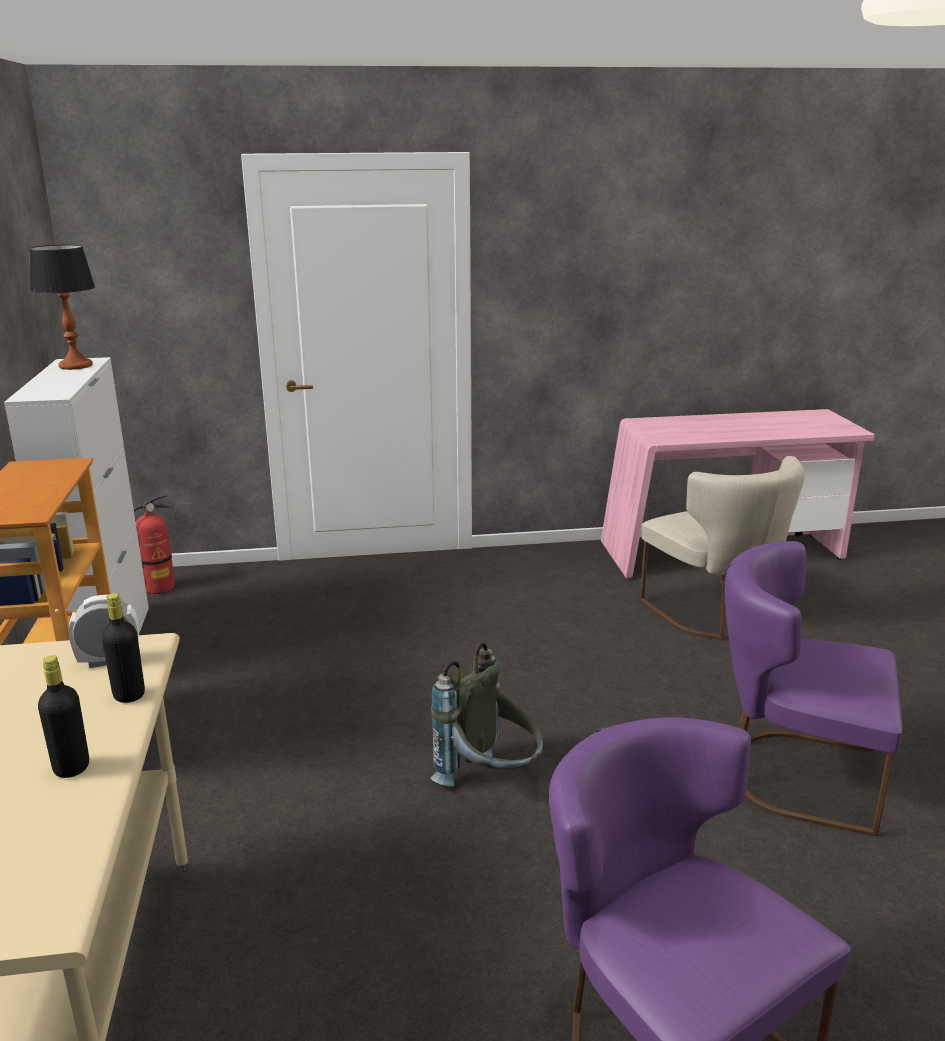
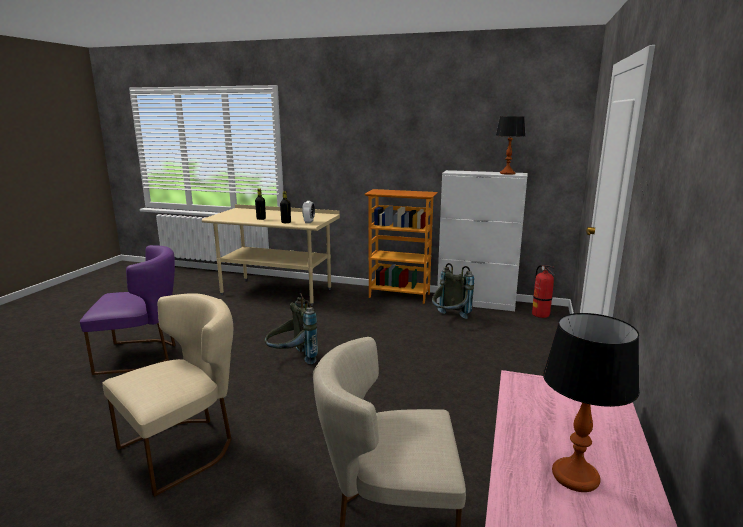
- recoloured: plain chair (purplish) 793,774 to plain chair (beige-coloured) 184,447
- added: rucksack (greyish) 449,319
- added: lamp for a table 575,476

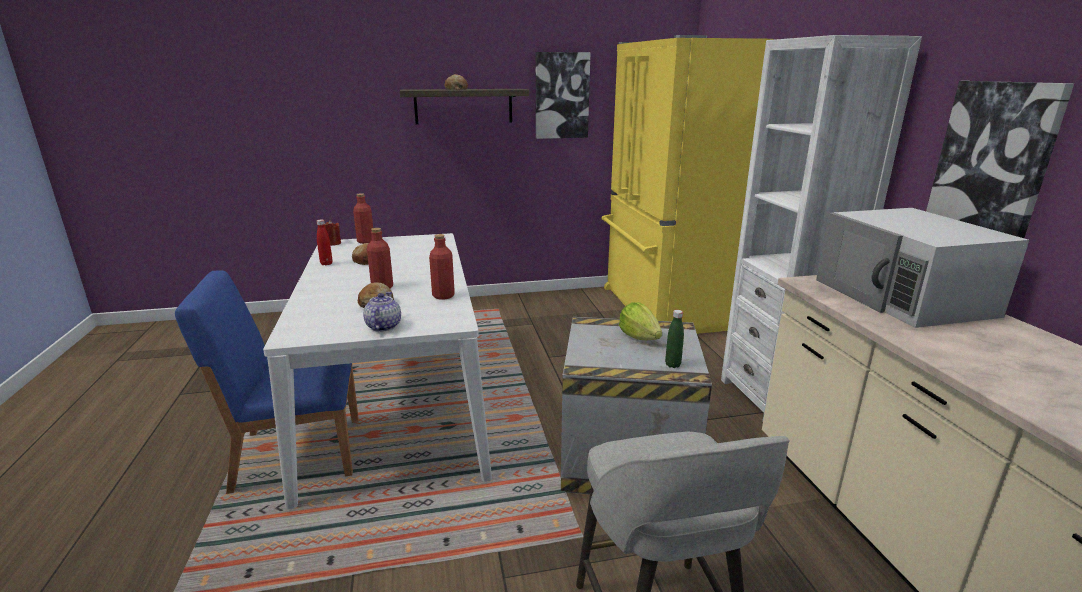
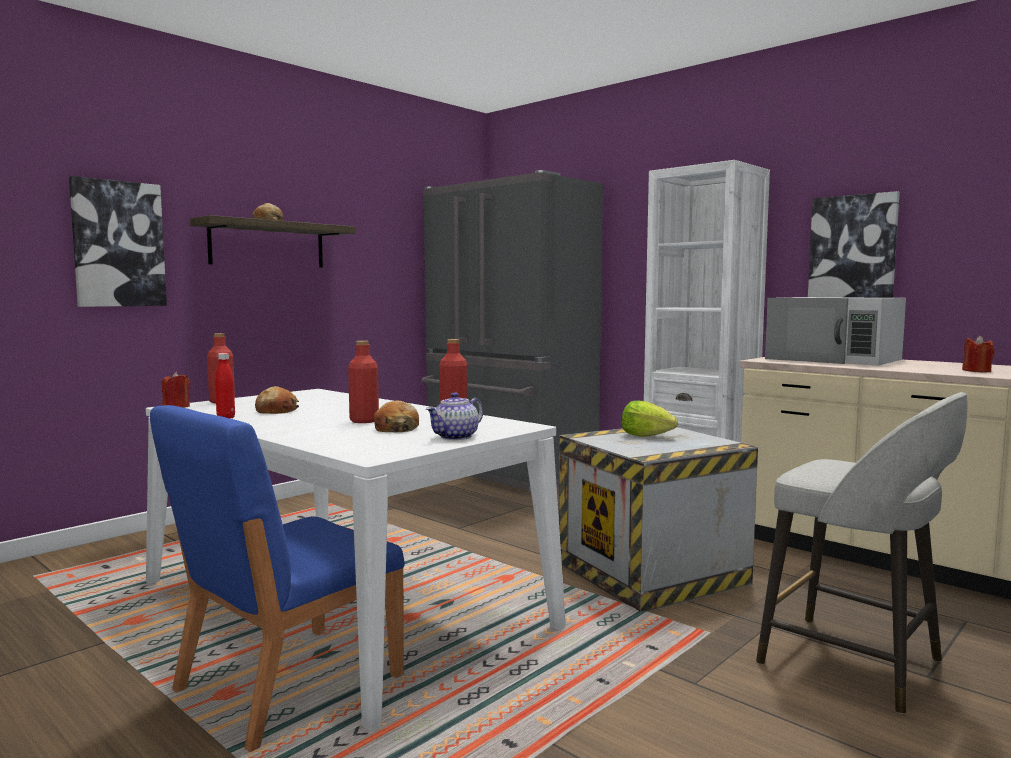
- turned: tea pot 383,326 = 455,437 105 degrees counterclockwise
- moved: picture 561,96 to 118,244
- recoloured: fridge (yellowish) 659,308 to fridge (greyish) 507,473
- removed: beverage bottle (greenish) 672,365
- added: wax candle (red) 976,371

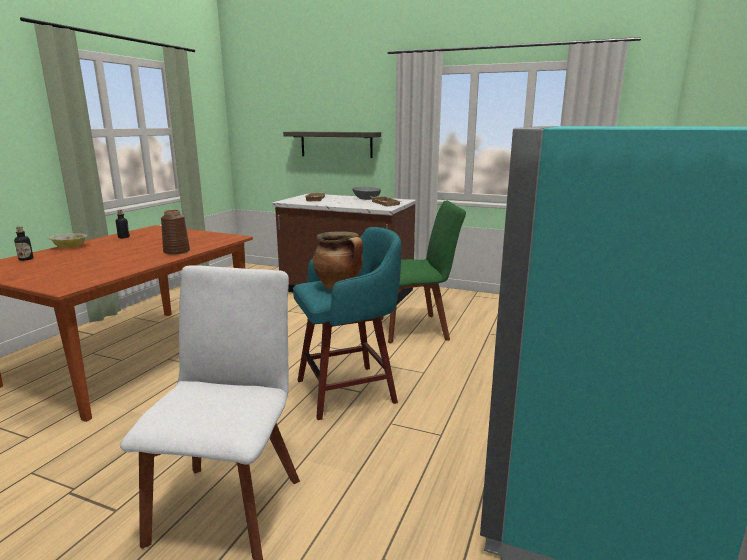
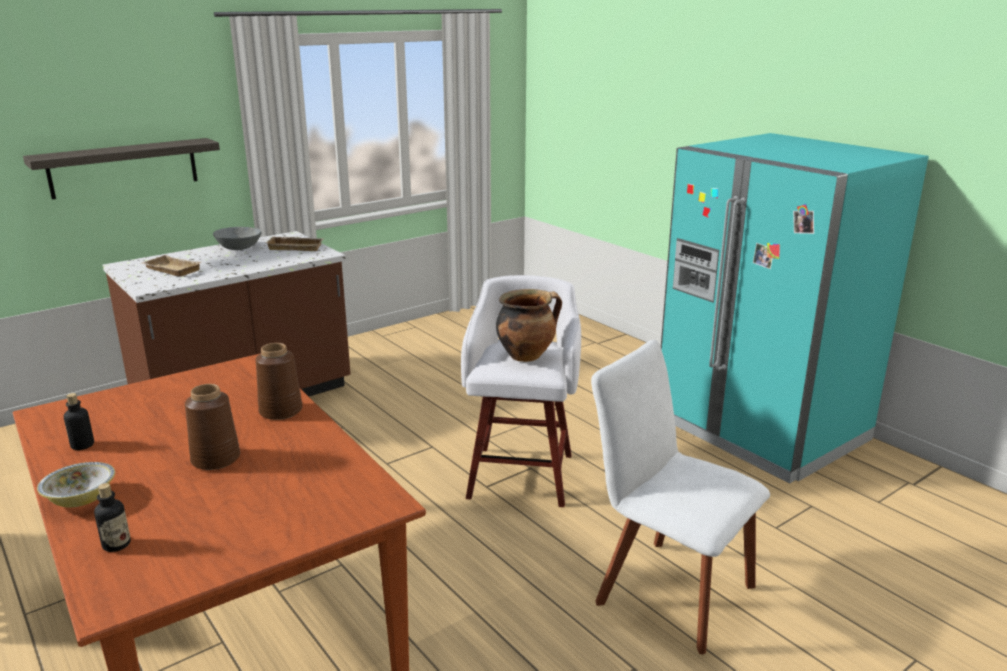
- recoloured: stool seat (blue-green) 349,390 to stool seat (white-coloured) 522,473
- removed: plain chair (greenish) 416,328
- added: flower vase (brown) 215,459

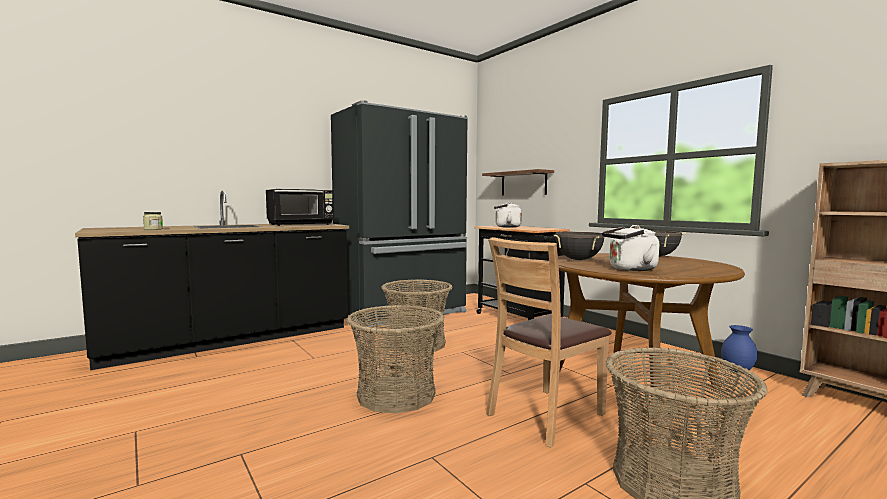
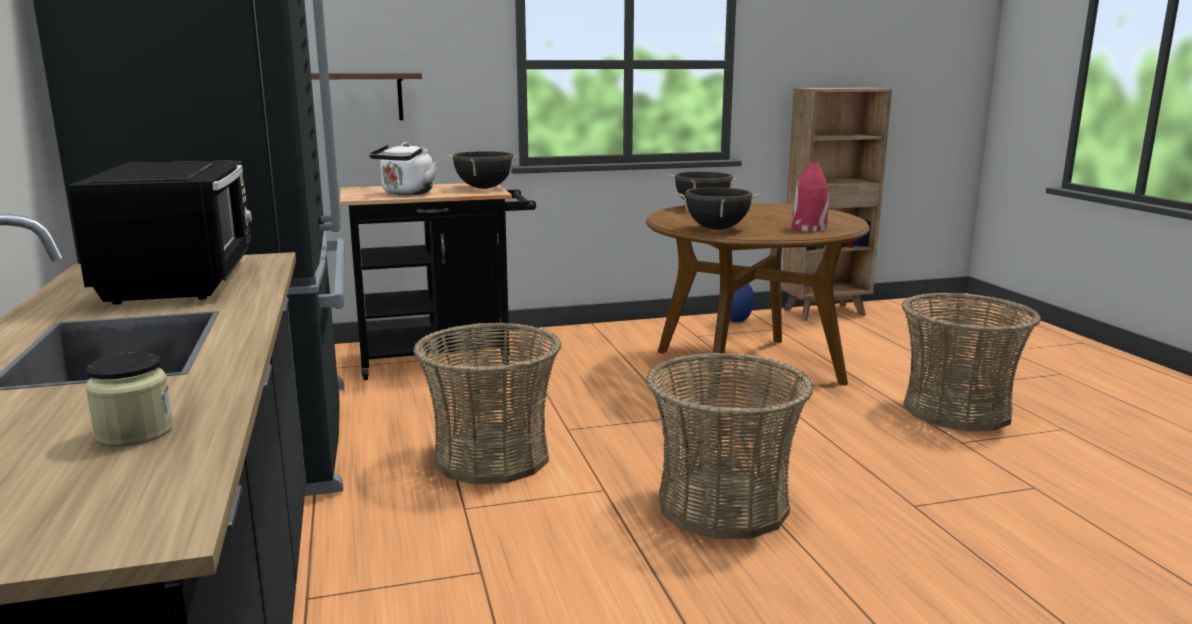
- removed: plain chair (brown) 545,415
- replaced: tea kettle (white-coloured) 630,269 to flower vase (red) 808,228
- added: saucepot (black-coloured) 484,188

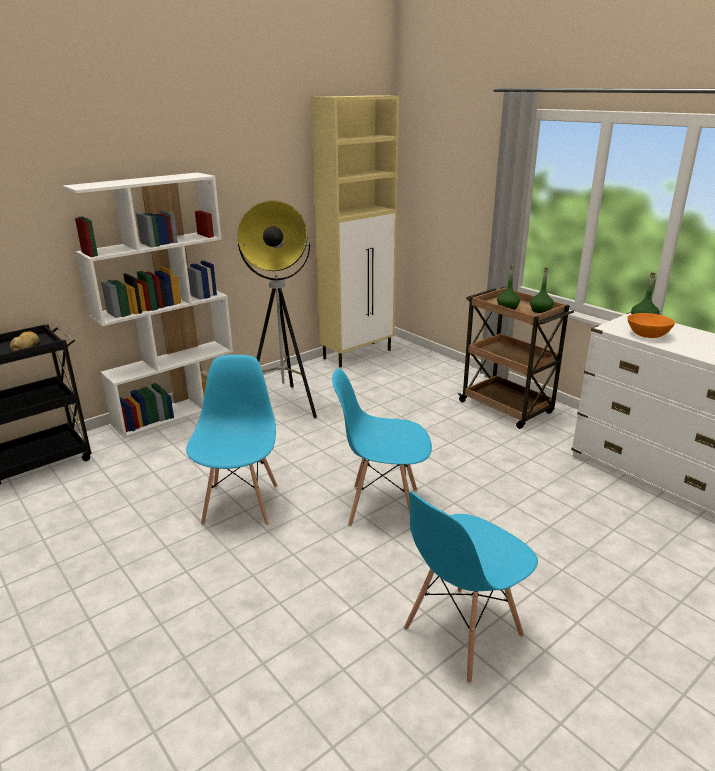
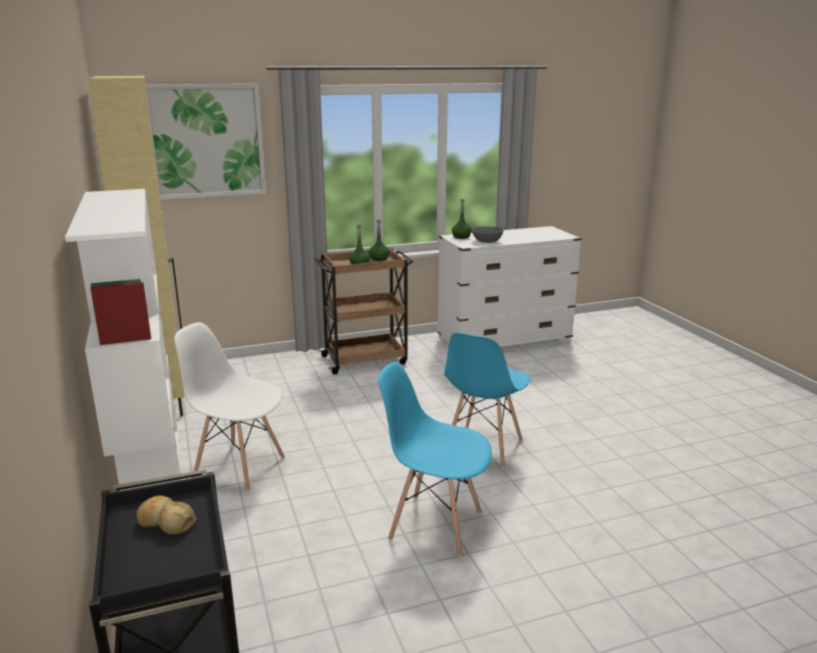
- replaced: floor lamp 285,405 to plain chair (white-coloured) 239,466
- removed: plain chair (bluish) 462,632
- recoloured: deep dish (orange-coloured) 647,334 to deep dish (greyish) 487,241
- added: picture 207,141

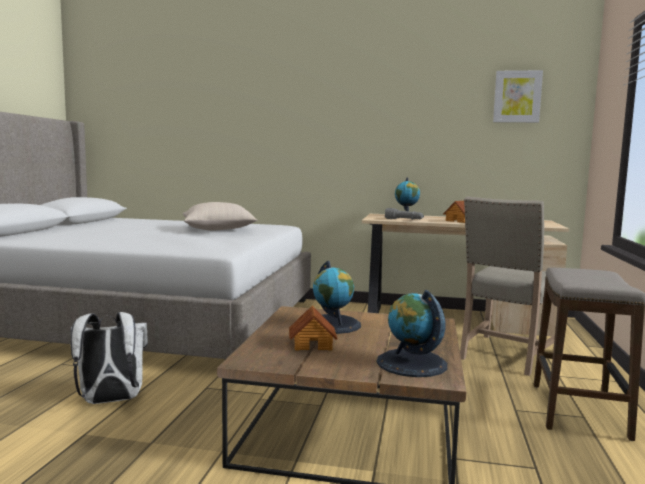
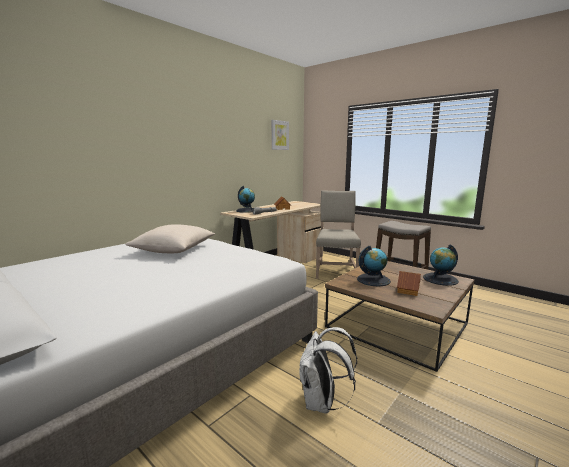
- turned: plain chair (beige-coloured) 507,355 = 336,271 150 degrees counterclockwise

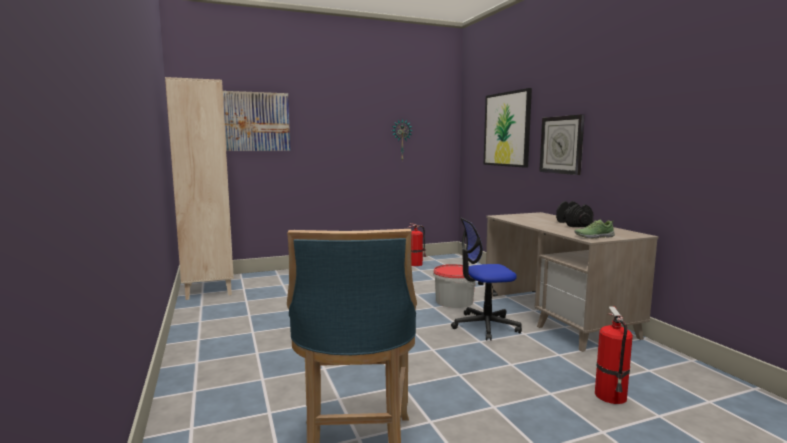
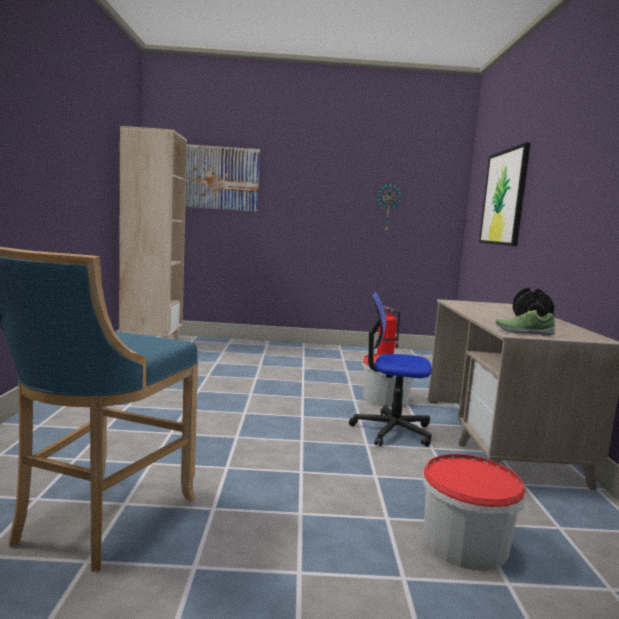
- removed: hanging clock 561,145
- replaced: fire extinguisher 611,396 to bucket 465,543

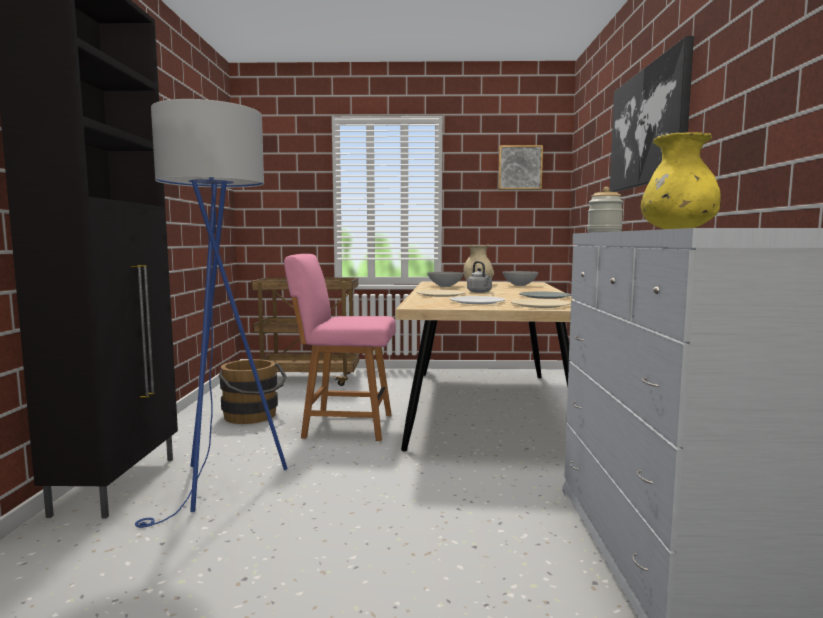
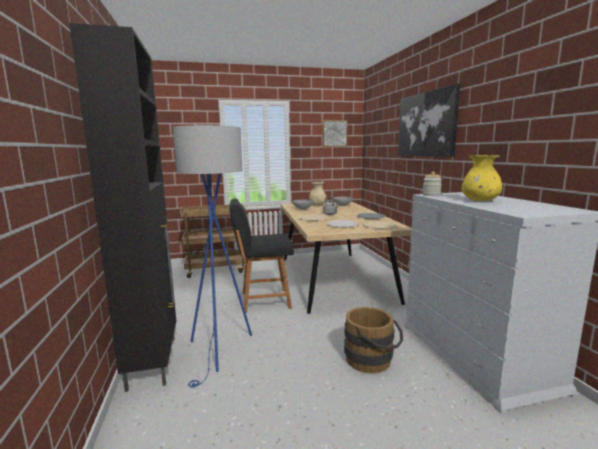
- moved: bucket (brown) 253,417 to 372,361
- recoloured: plain chair (pink) 344,425 to plain chair (black-coloured) 263,300

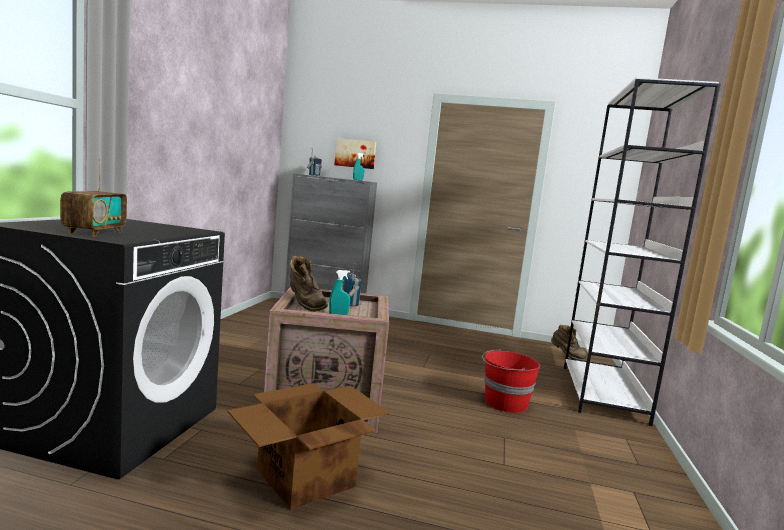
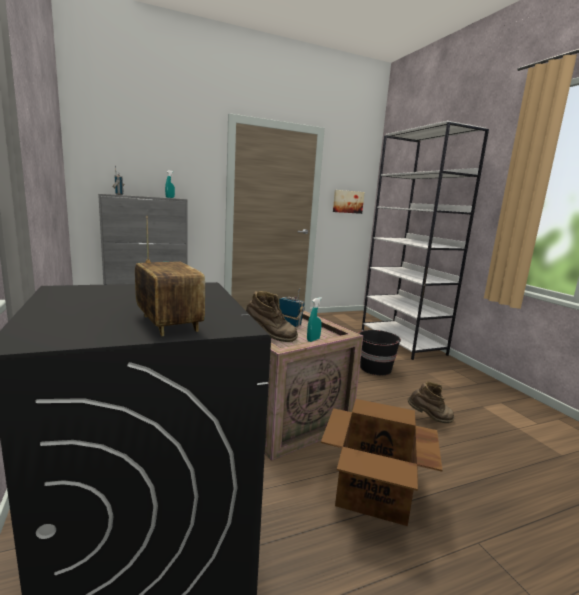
- moved: picture 355,153 to 347,201
- recoloured: bucket (red) 504,403 to bucket (black-coloured) 375,368
- moved: high-top boot (brown) 567,356 to 429,419

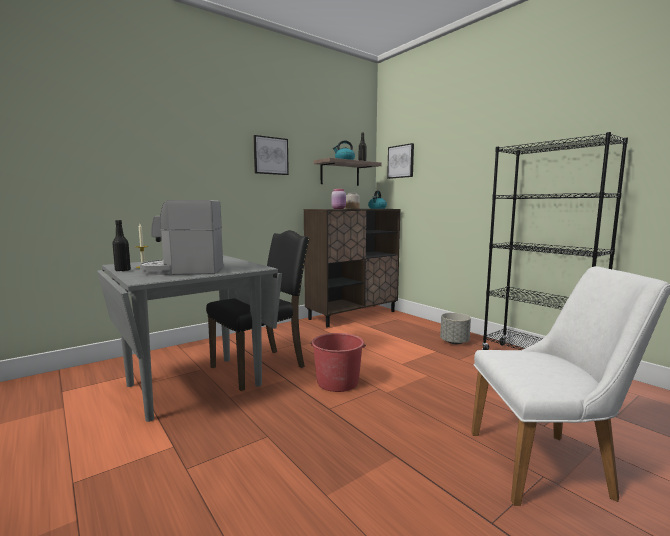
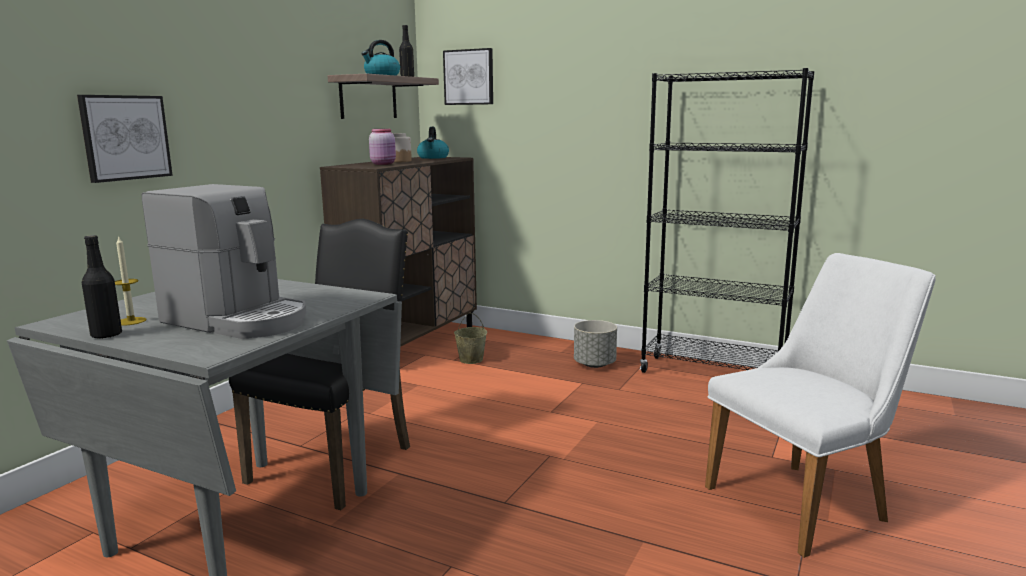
- turned: coffee maker 183,271 = 238,320 120 degrees counterclockwise
- moved: picture 270,156 to 125,137
- removed: bucket (red) 337,382
- added: bucket (beige-coloured) 471,359

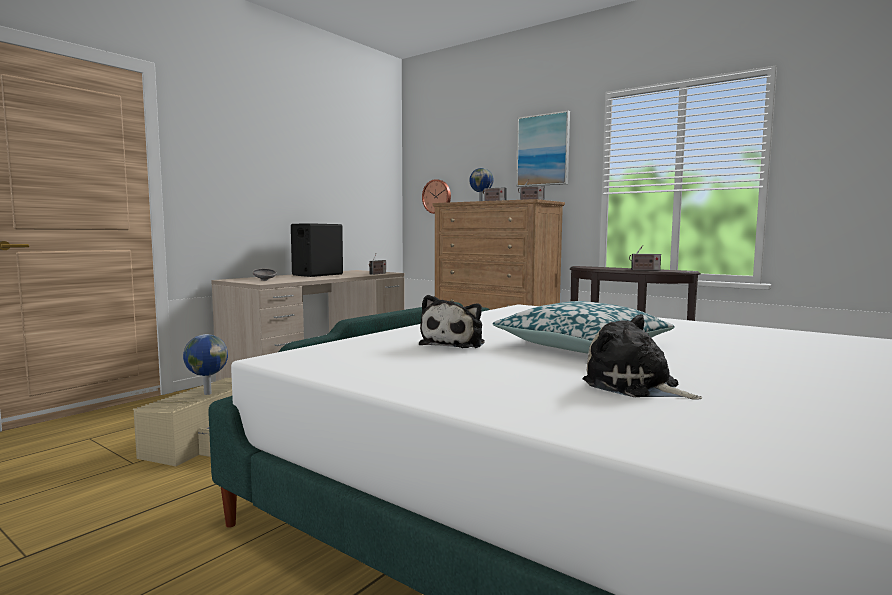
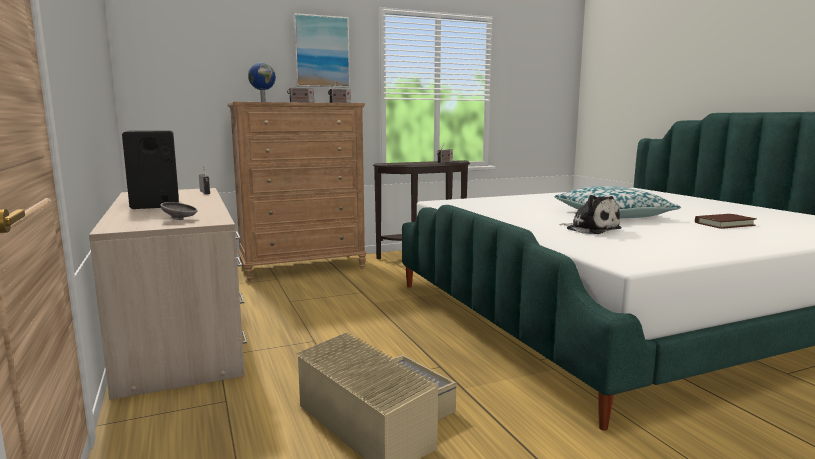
- removed: globe 207,393
- removed: hanging clock 437,196
- replaced: plush toy 635,386 to bound book (brown) 724,224

